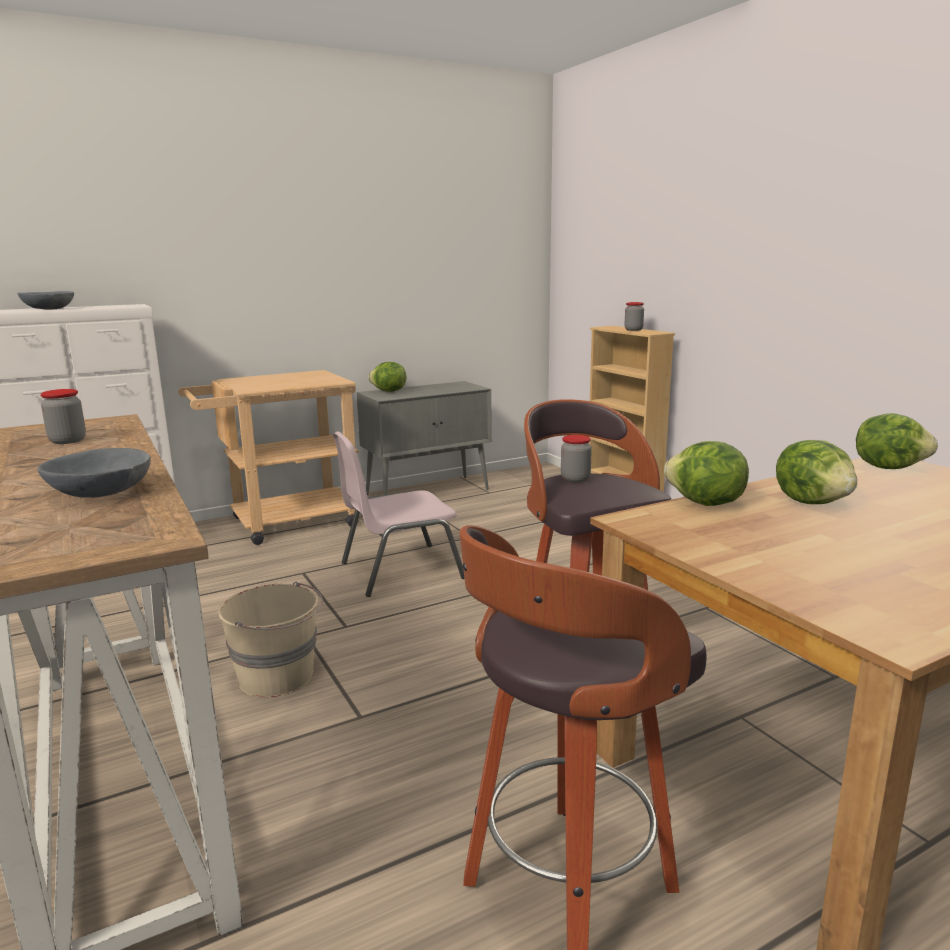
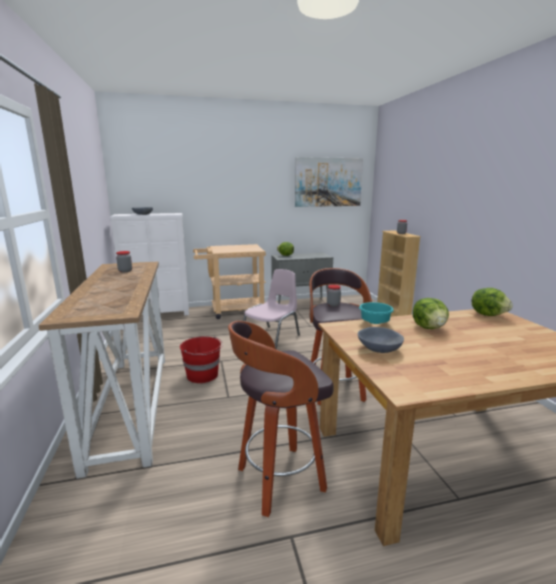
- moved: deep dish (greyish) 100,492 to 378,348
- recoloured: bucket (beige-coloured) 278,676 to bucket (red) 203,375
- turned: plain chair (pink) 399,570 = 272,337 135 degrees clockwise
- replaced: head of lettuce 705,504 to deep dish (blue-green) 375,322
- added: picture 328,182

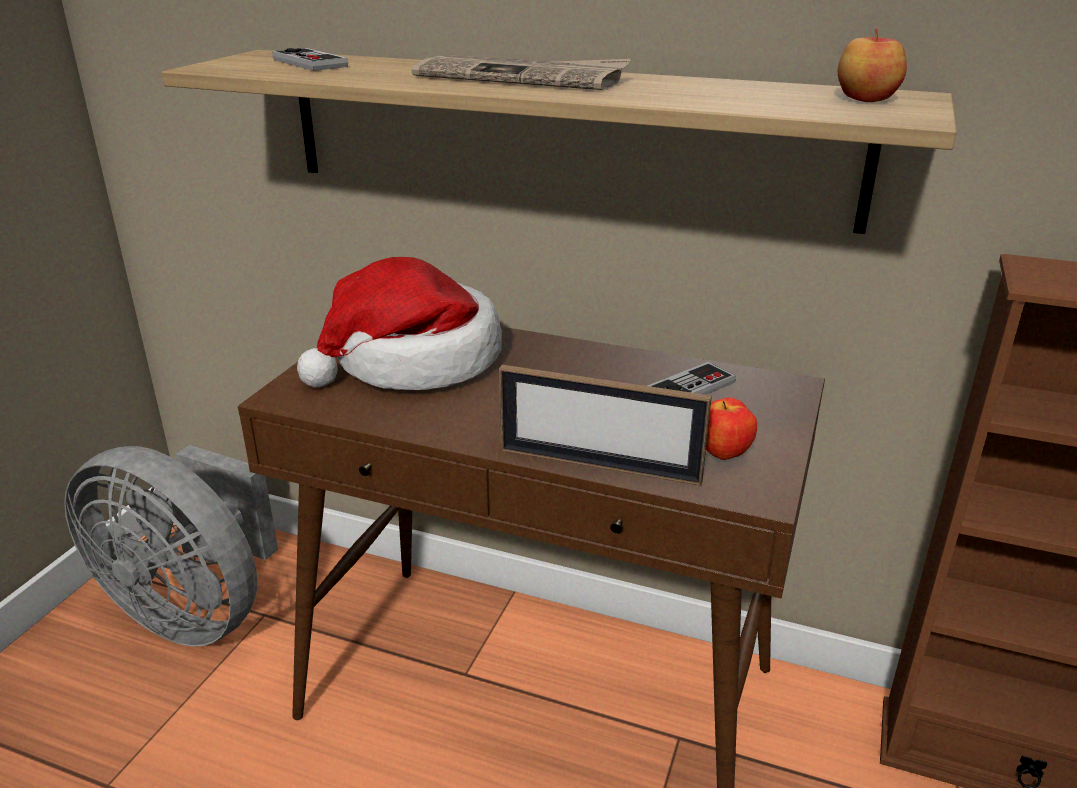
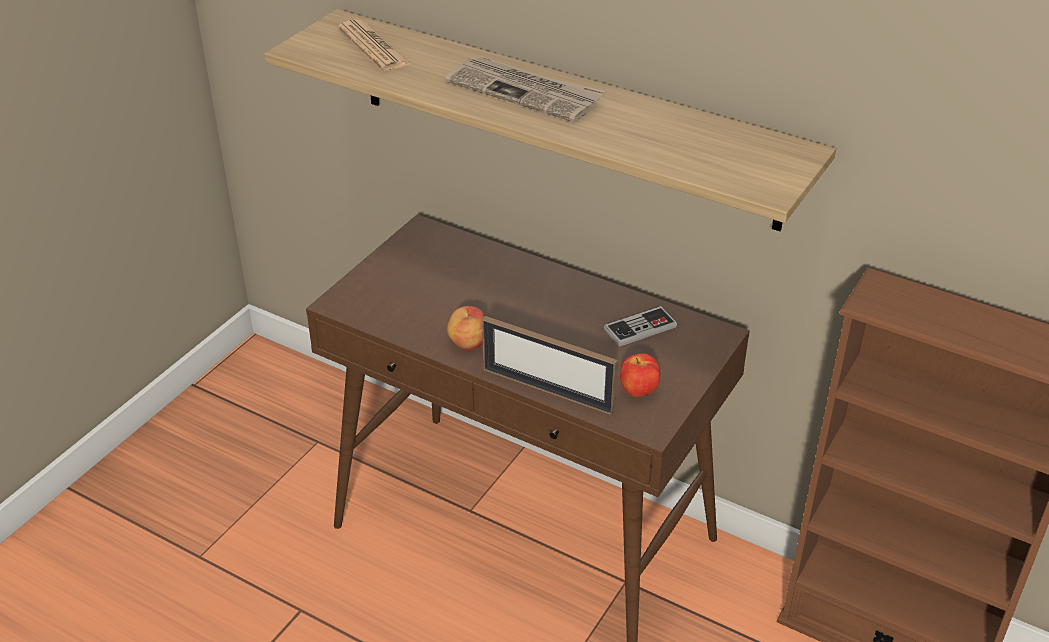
- removed: fan (greyish) 196,611
- replaced: game controller 310,63 to daily paper 374,47
- removed: wearable hat 413,362
- moved: apple fruit 864,99 to 467,343

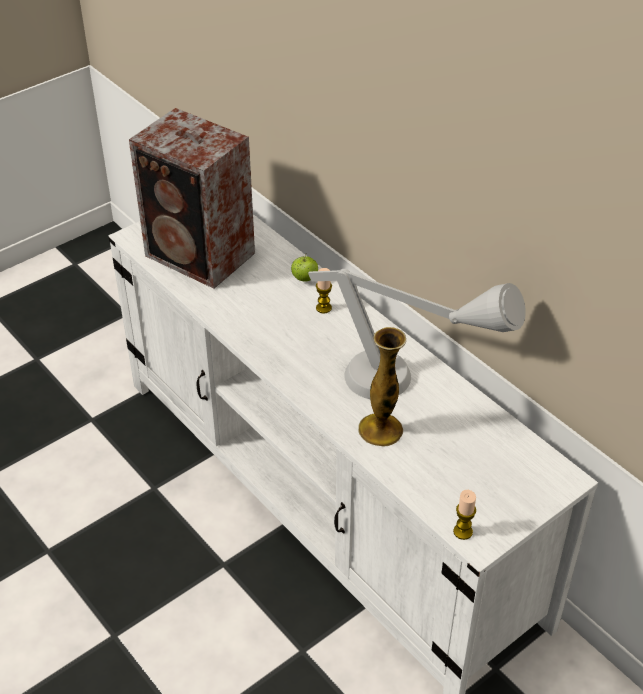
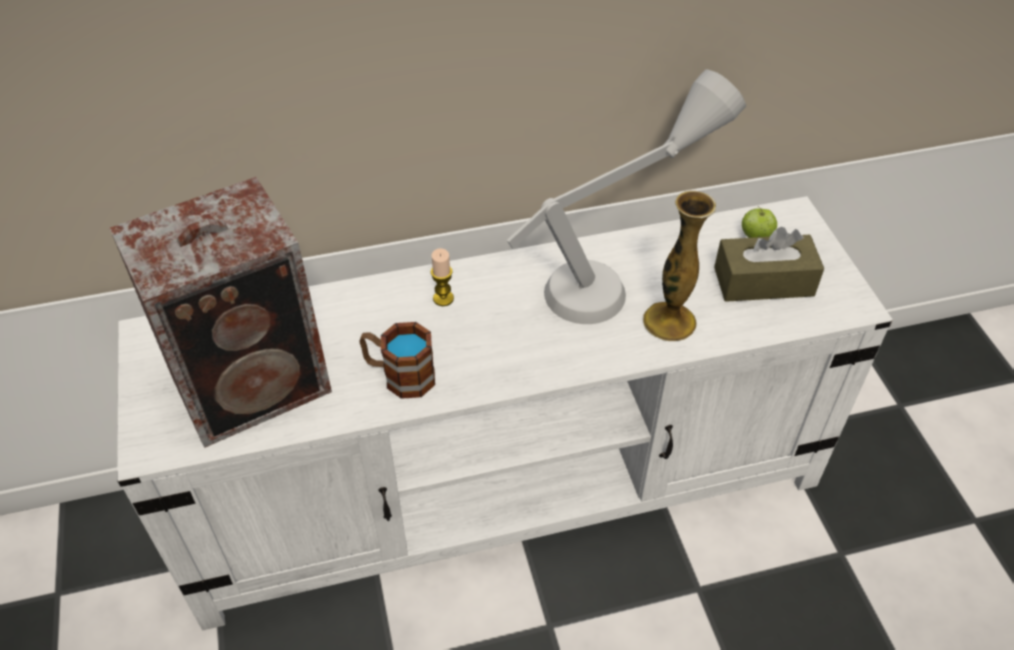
- moved: apple fruit 304,279 to 756,237
- removed: wax candle 463,531
- added: coffee mug 399,375
- added: tissue box (brown) 763,281

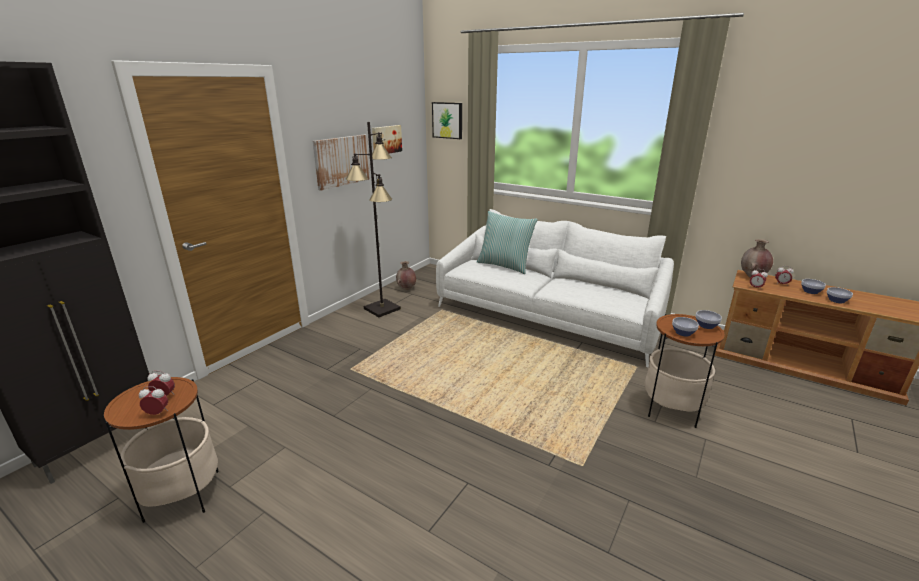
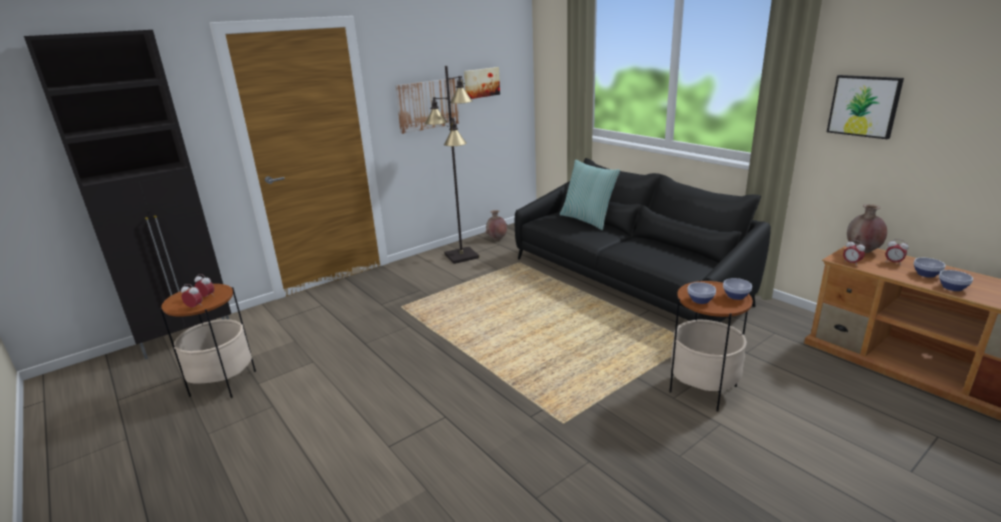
- moved: picture 448,120 to 864,106
- recoloured: sofa (white-coloured) 547,317 to sofa (black-coloured) 628,280

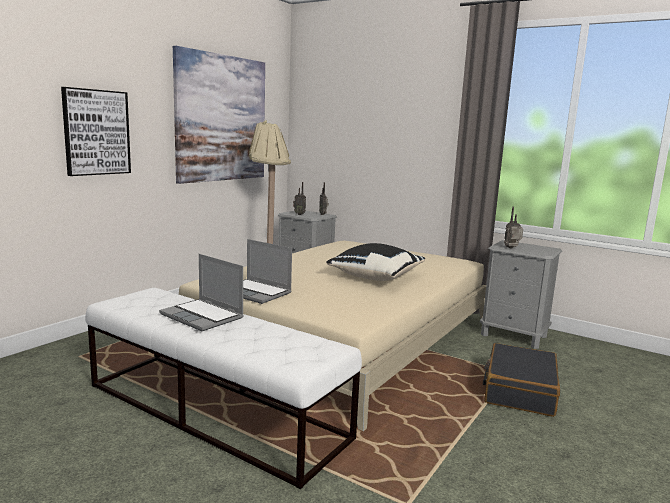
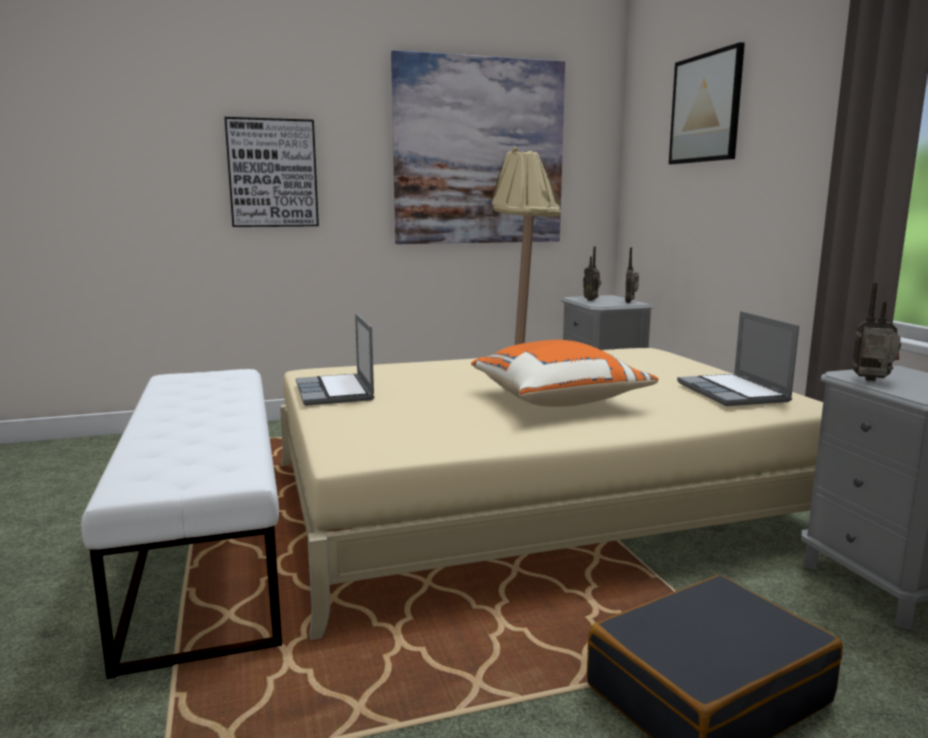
- moved: portable computer 203,316 to 734,393
- recoloured: cushion (black-coloured) 375,277 to cushion (orange-coloured) 557,400
- added: picture 705,108

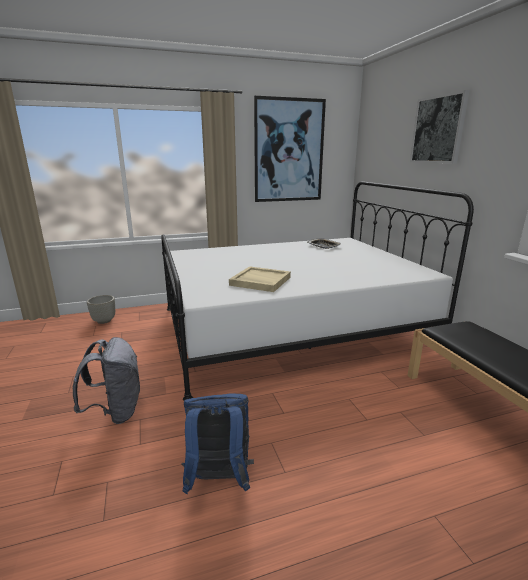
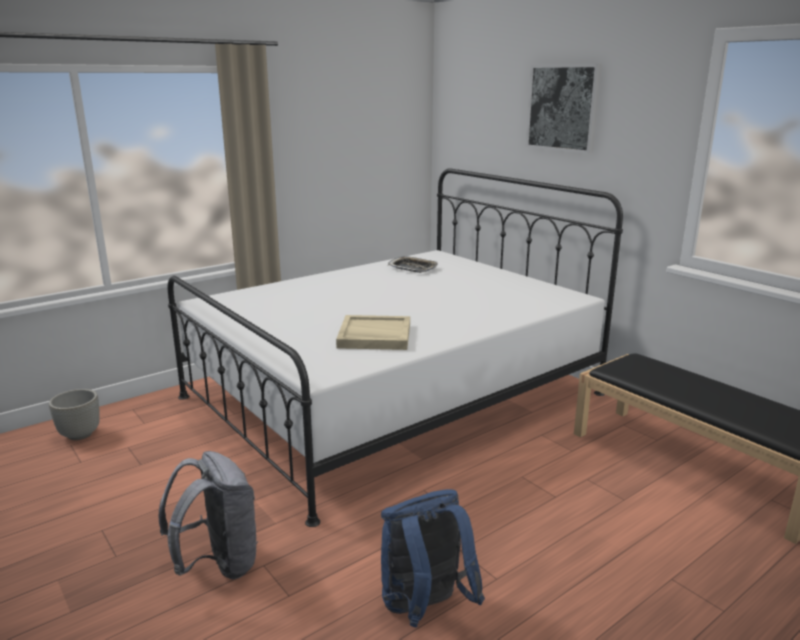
- removed: picture 289,151

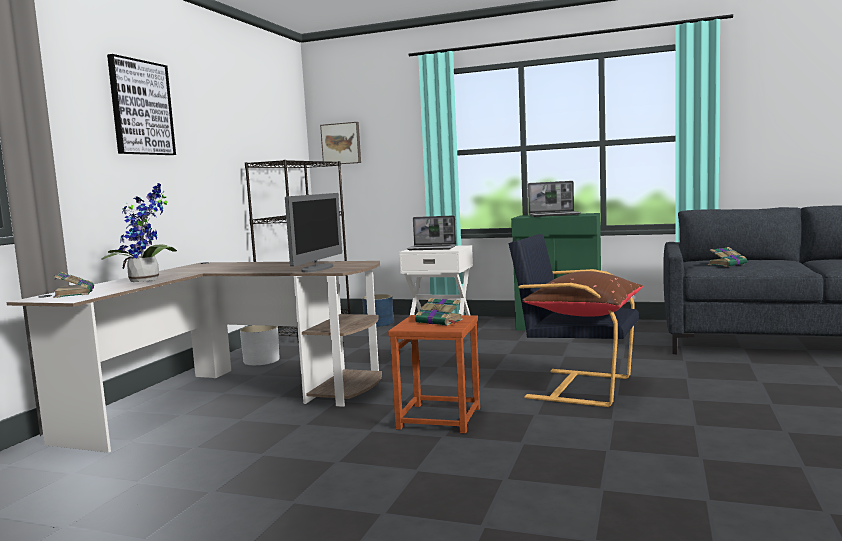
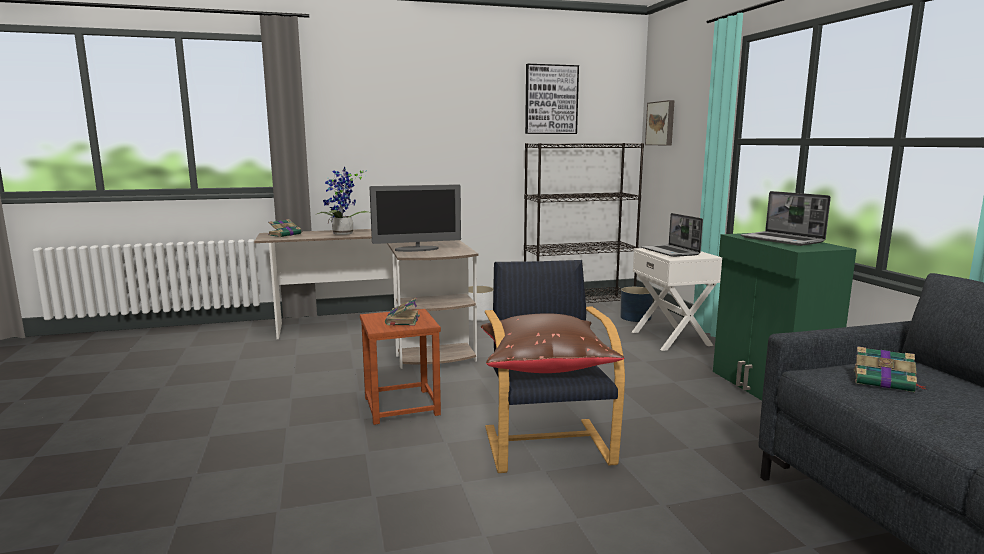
- moved: picture 141,108 to 551,99

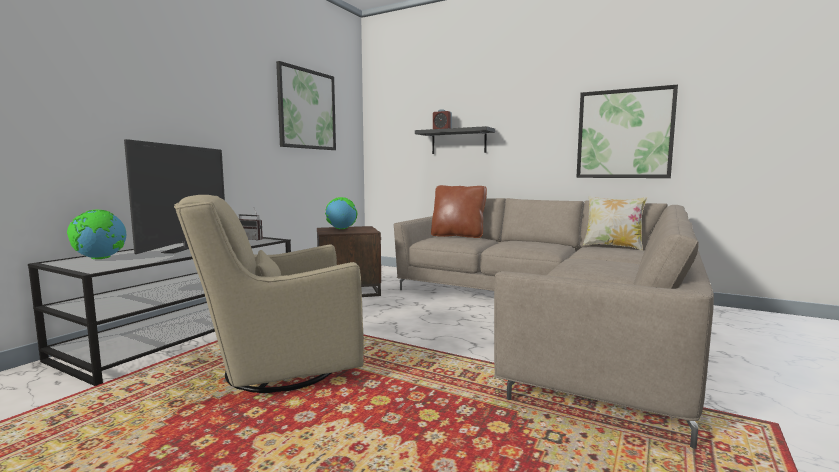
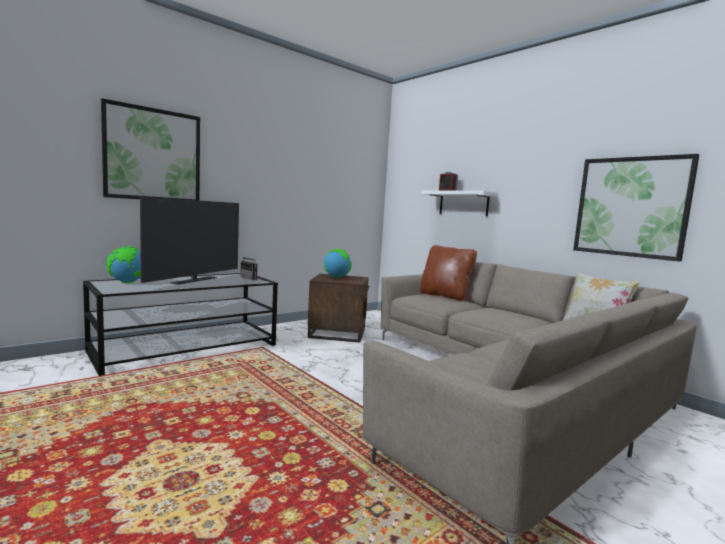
- removed: easy chair (beige-coloured) 277,369
- moved: picture 307,109 to 153,155
- recoloured: wall shelf (black-coloured) 458,141 to wall shelf (white-coloured) 463,203

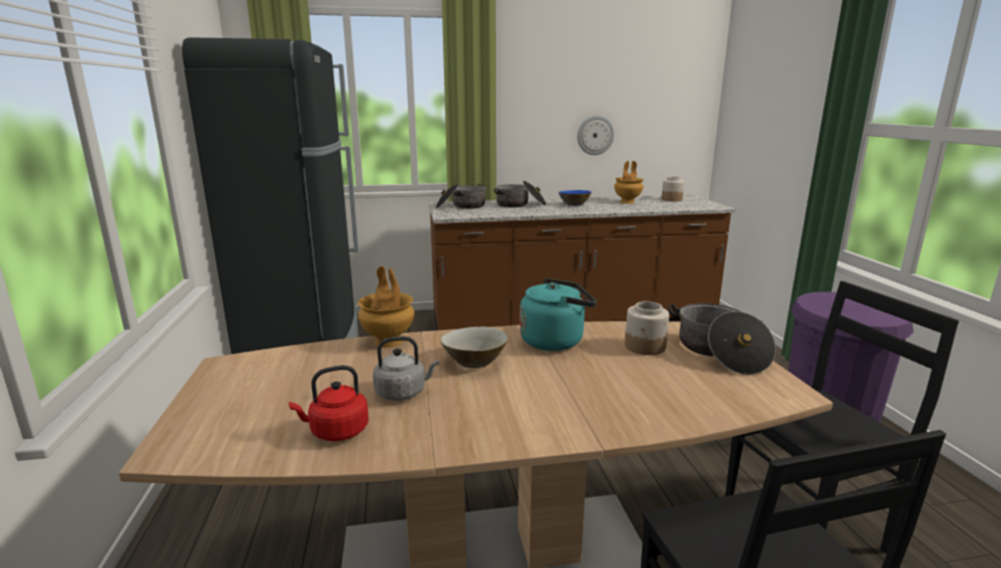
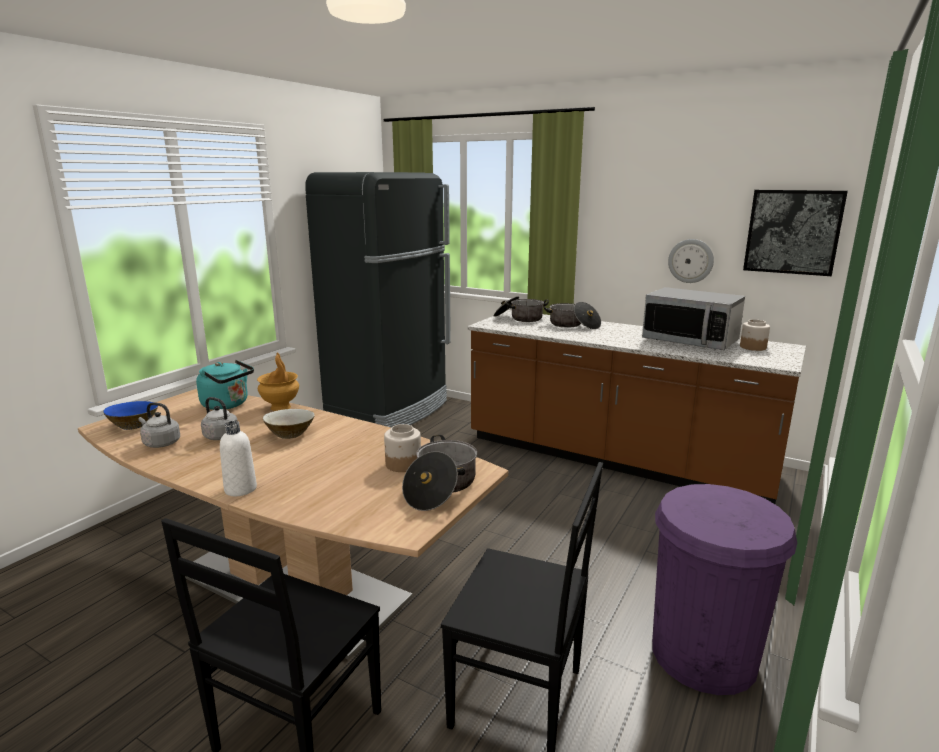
- recoloured: tea kettle (red) 336,432 to tea kettle (greyish) 160,443
- moved: tea kettle (blue-green) 555,341 to 228,405
- moved: deep dish (bluish) 574,204 to 134,425
- replaced: flower vase (brown) 627,202 to microwave oven 690,341
- added: beverage bottle (white-coloured) 240,489
- added: picture 793,232

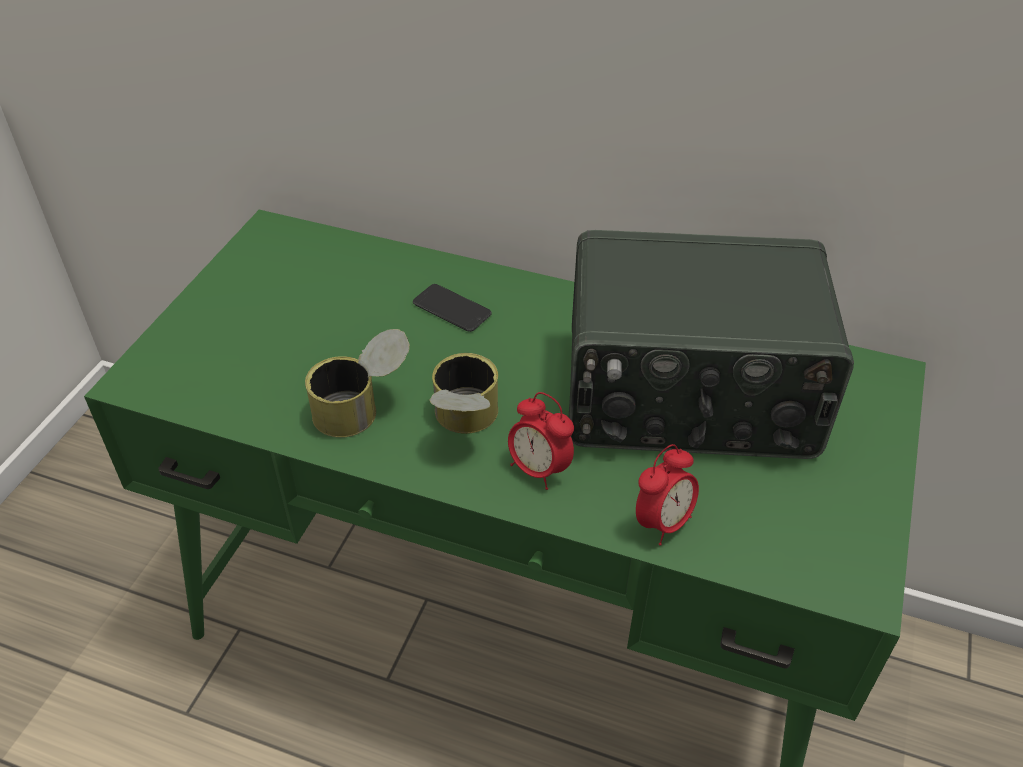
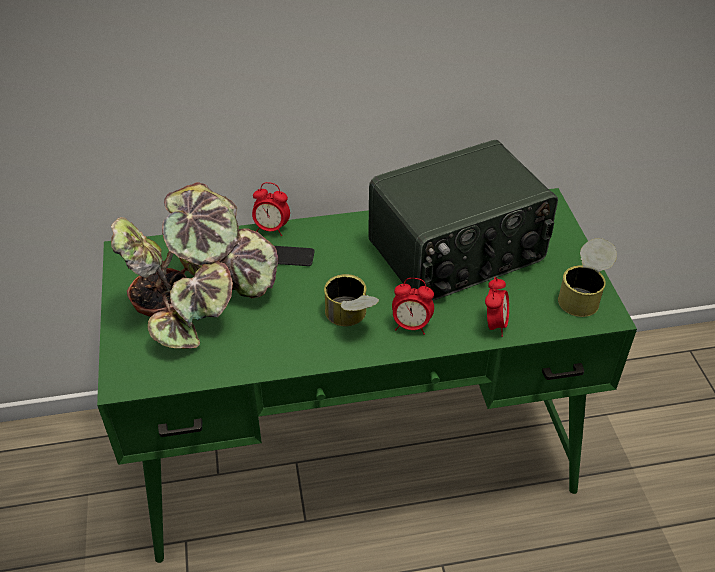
- moved: metal can 363,408 to 583,294
- added: houseplant 200,301
- added: bedside clock 271,229

